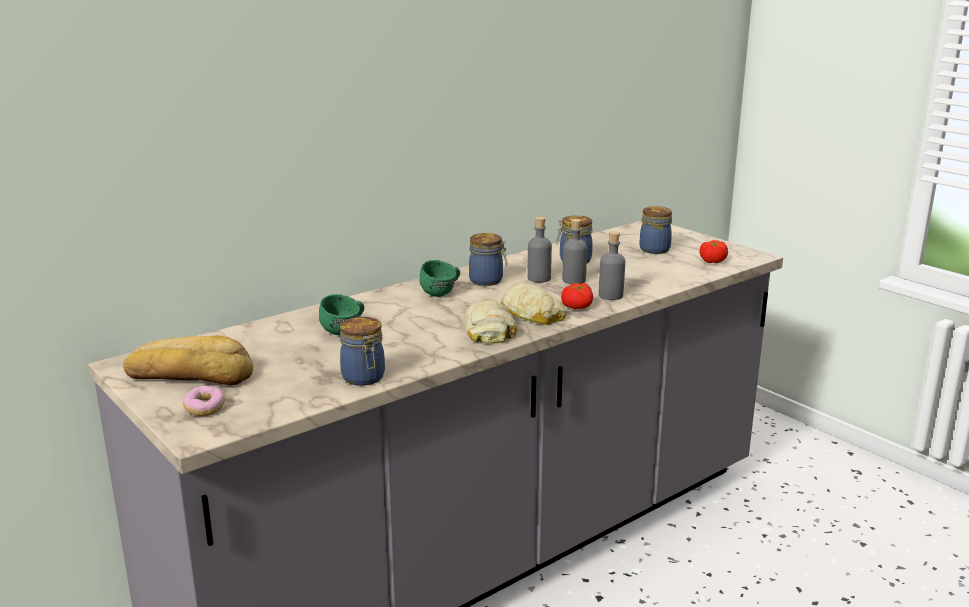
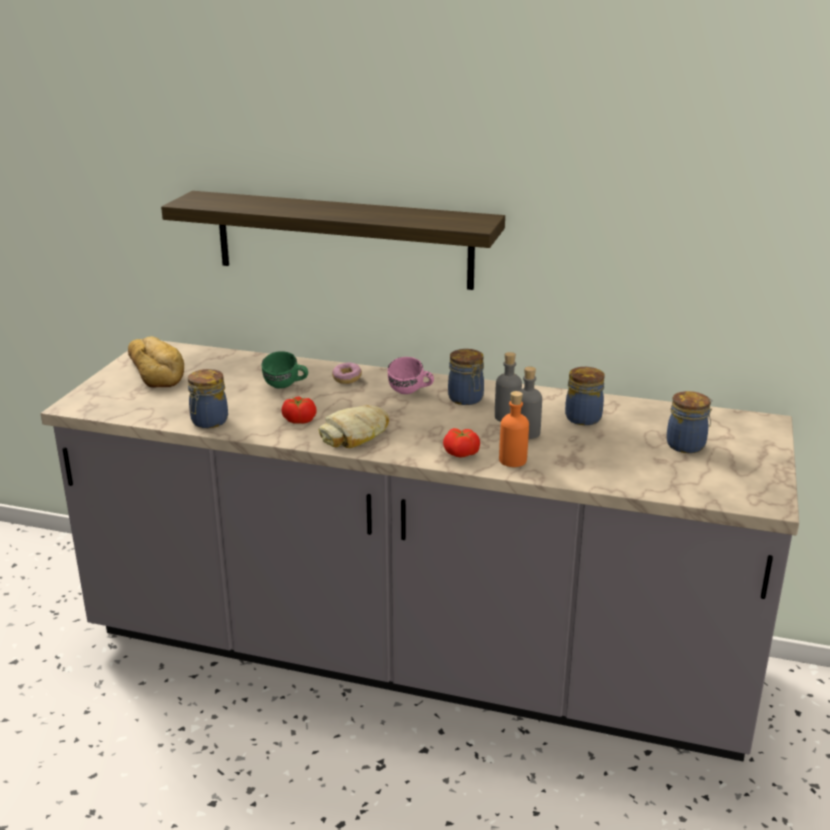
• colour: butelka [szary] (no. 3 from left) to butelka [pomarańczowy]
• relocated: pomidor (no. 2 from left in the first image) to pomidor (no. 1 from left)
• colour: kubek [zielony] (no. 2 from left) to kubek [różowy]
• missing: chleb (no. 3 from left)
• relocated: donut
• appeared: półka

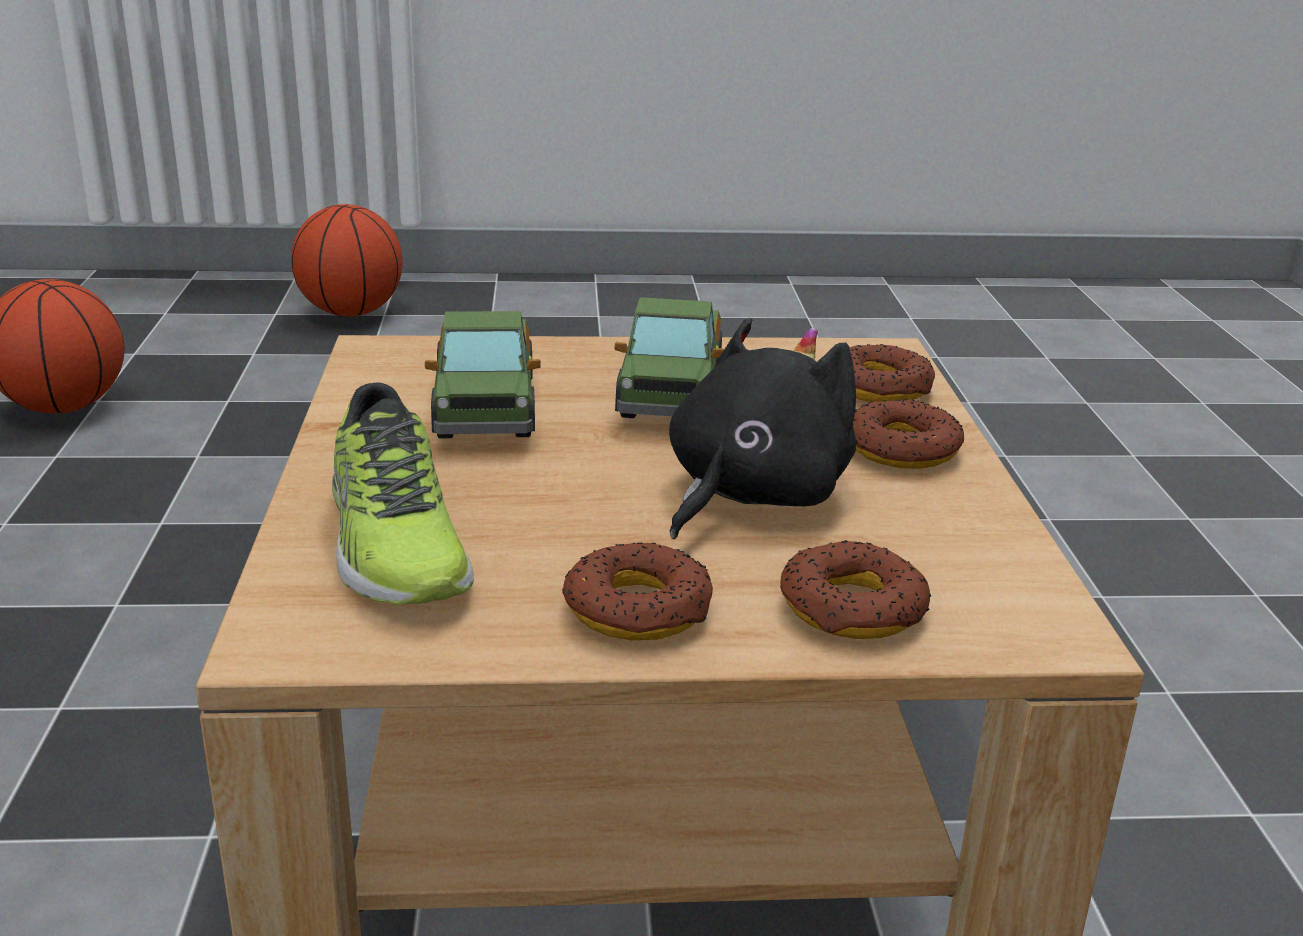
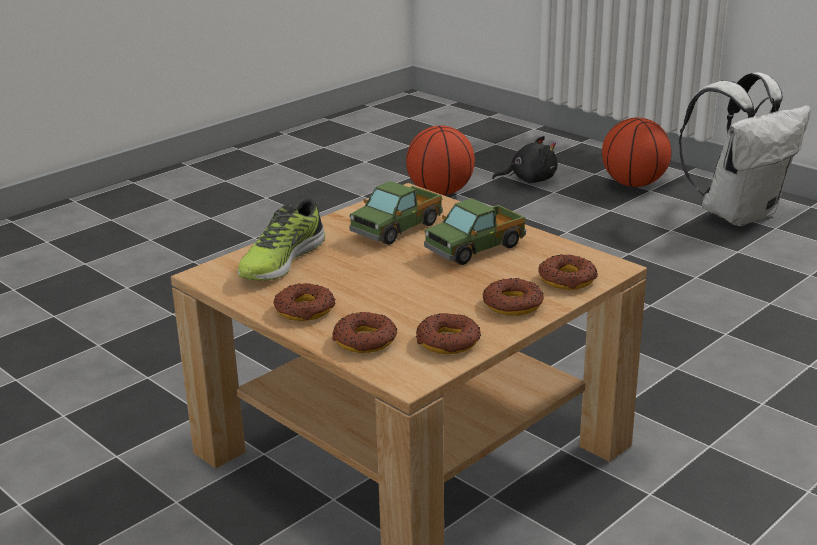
• relocated: pluszak [czarny]
• appeared: plecak [biały]
• appeared: donut (no. 3 from left)

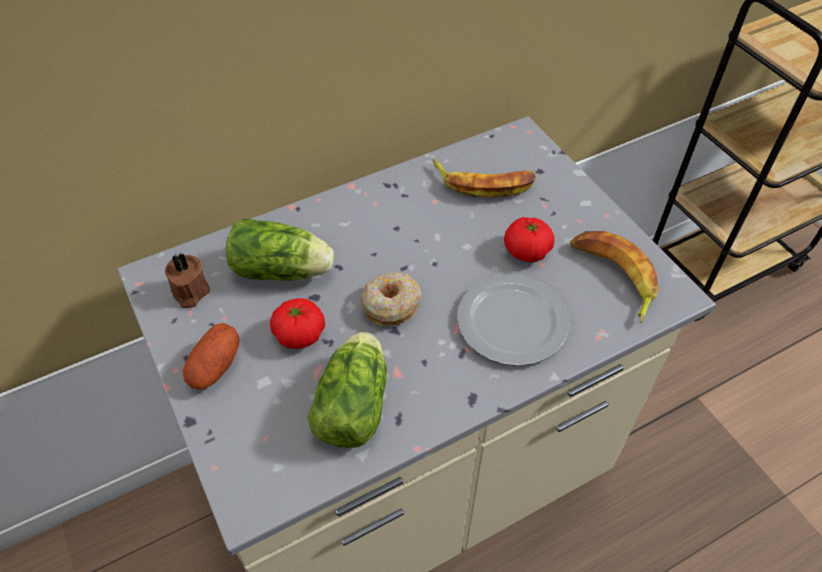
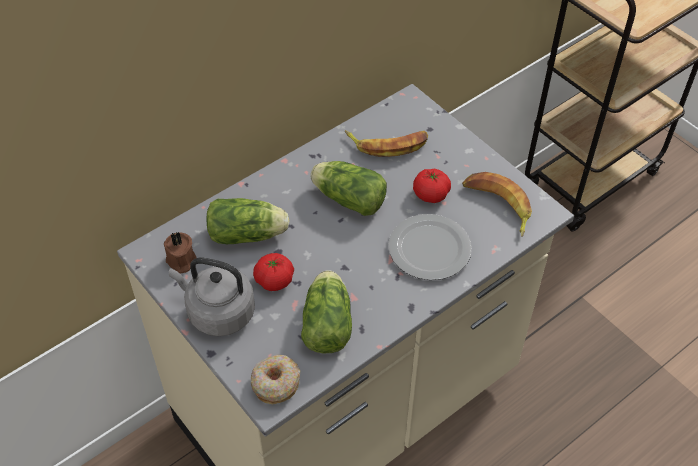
• relocated: donut
• exchanged: ziemniak to czajnik [szary]
• appeared: sałata (no. 3 from left)

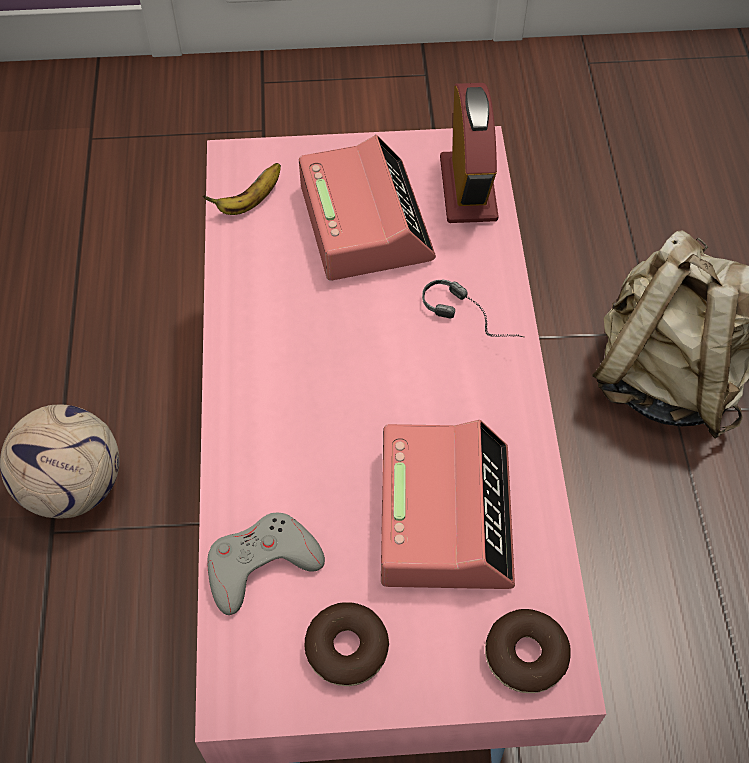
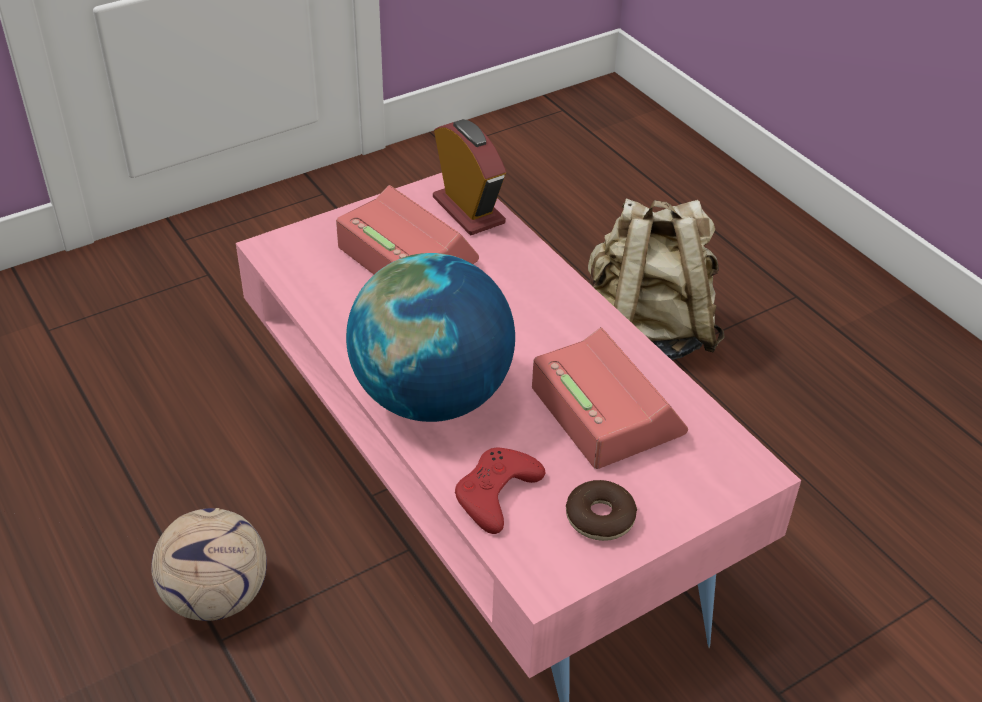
• missing: banan
• missing: słuchawki
• colour: pad do gier [szary] to pad do gier [czerwony]
• missing: donut (no. 2 from left)
• appeared: globus

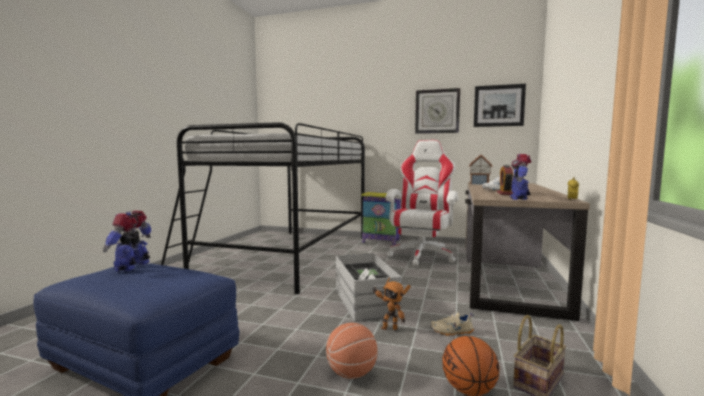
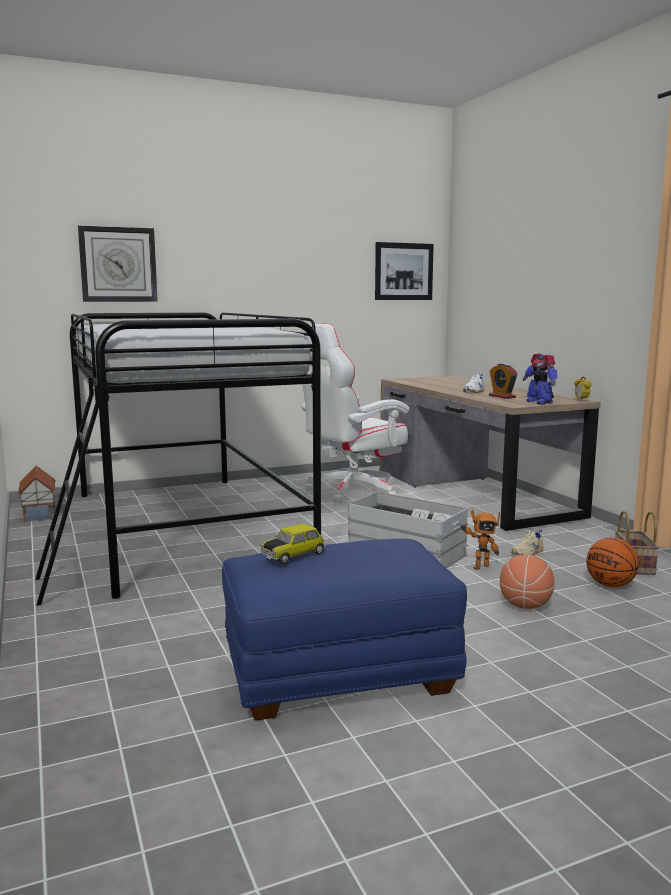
• relocated: zegar ścienny
• spun: krzesło biurowe [biały] 105 degrees counterclockwise
• relocated: domek
• missing: szafka nocna
• exchanged: robot zabawkowy (no. 1 from left) to samochodzik

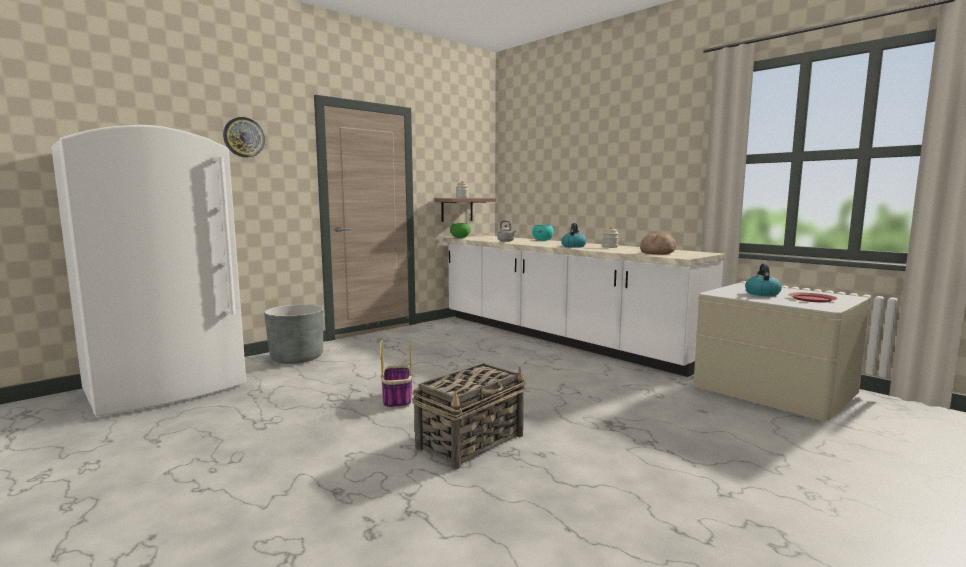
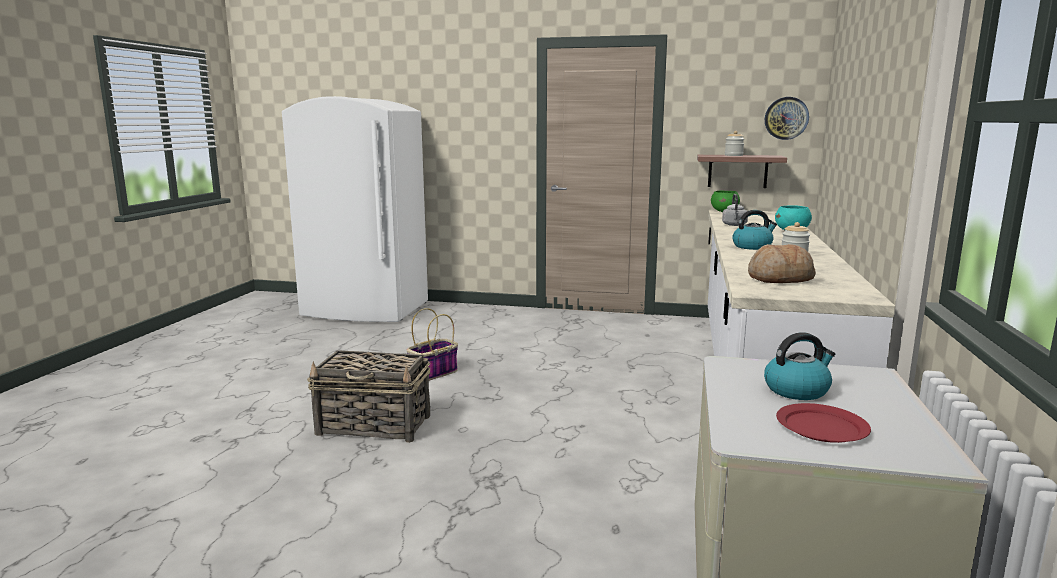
• relocated: zegar ścienny
• missing: donica [szary]

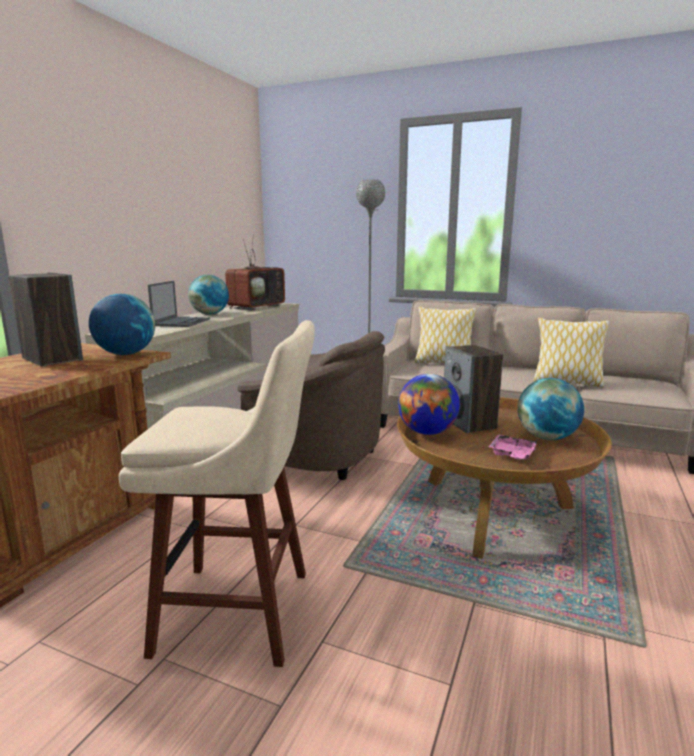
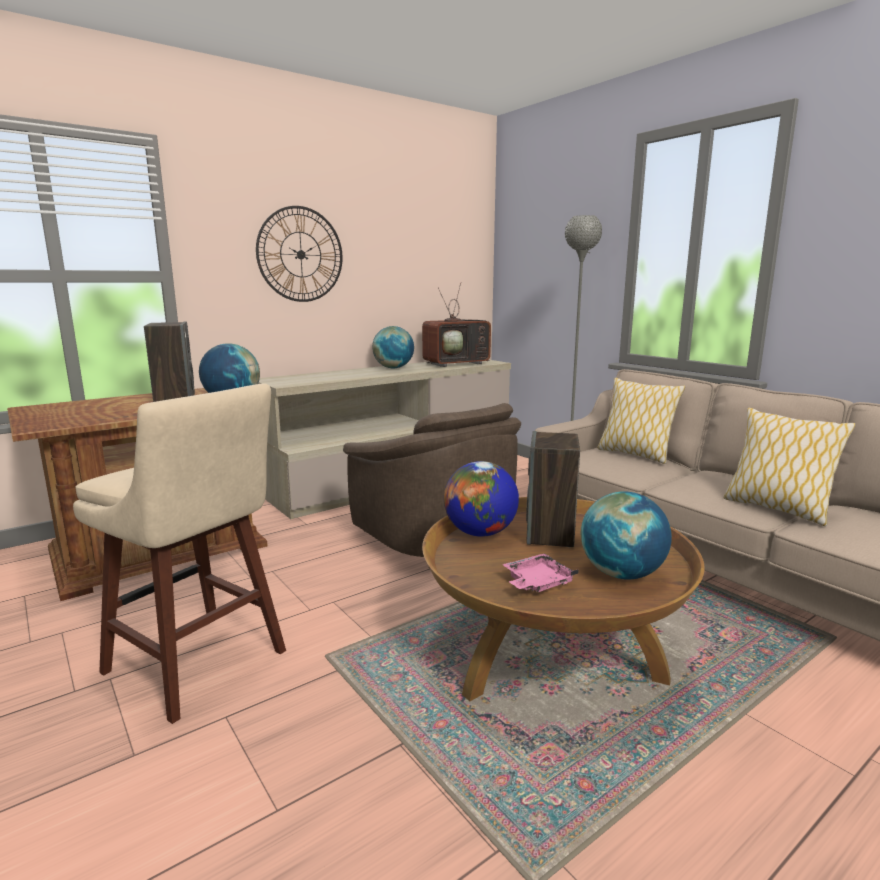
• missing: laptop
• appeared: zegar ścienny

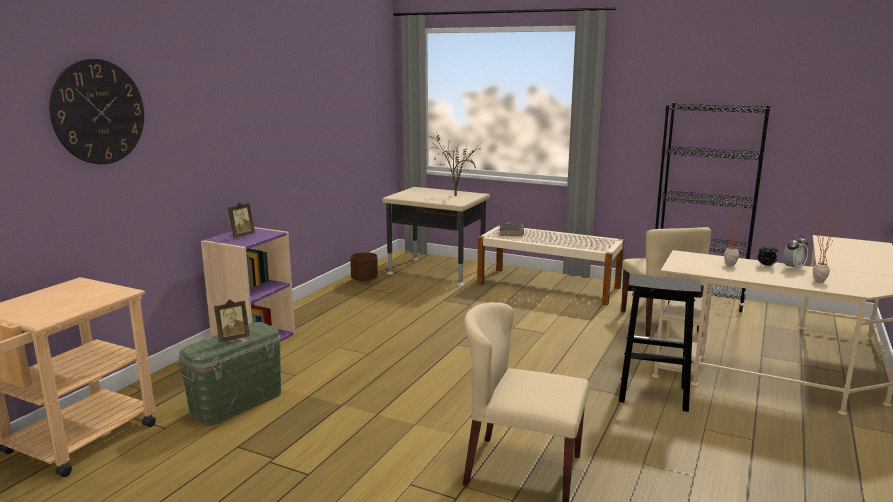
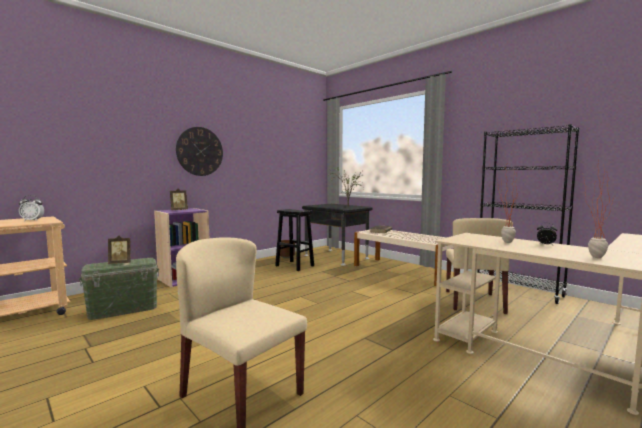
• relocated: zegar ścienny
• colour: biurko [beżowy] (no. 1 from left) to biurko [czarny]
• relocated: budzik (no. 2 from left in the first image) to budzik (no. 1 from left)
• relocated: stołek [czarny]

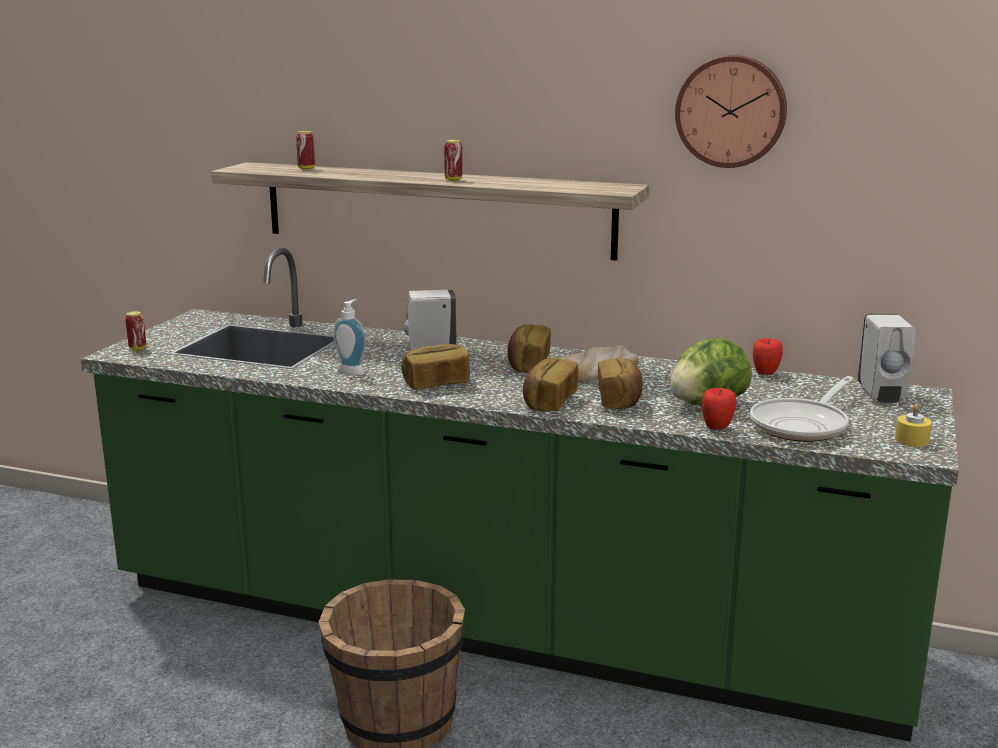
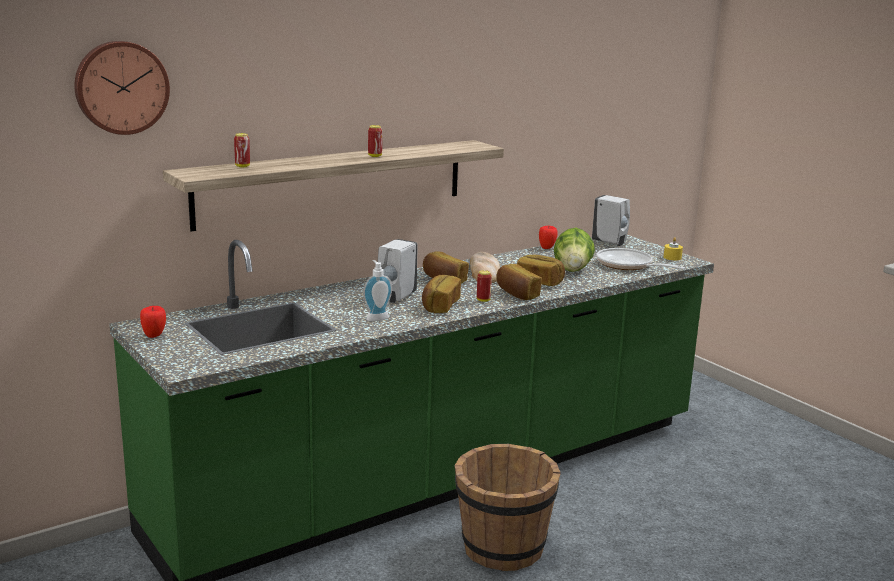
• relocated: zegar ścienny
• relocated: puszka (no. 1 from left in the first image) to puszka (no. 3 from left)
• spun: patelnia 150 degrees clockwise
• relocated: jabłko (no. 1 from left)

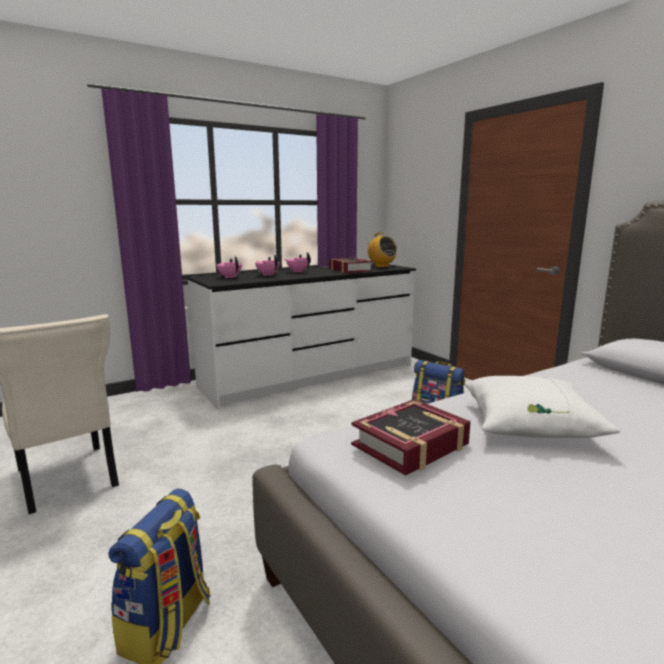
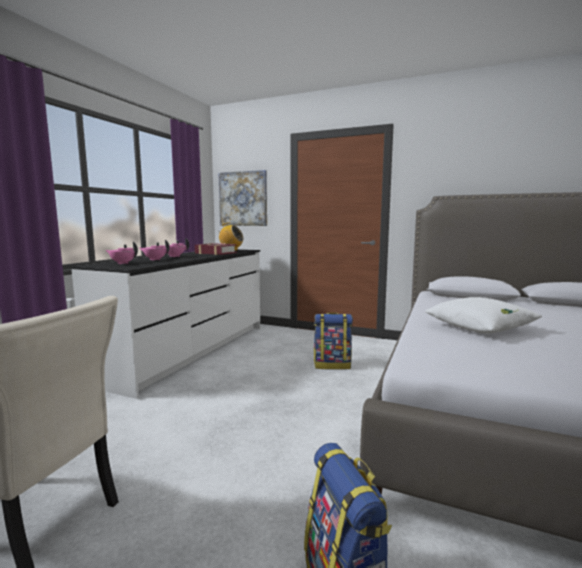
• missing: książka (no. 2 from left)
• appeared: obraz

